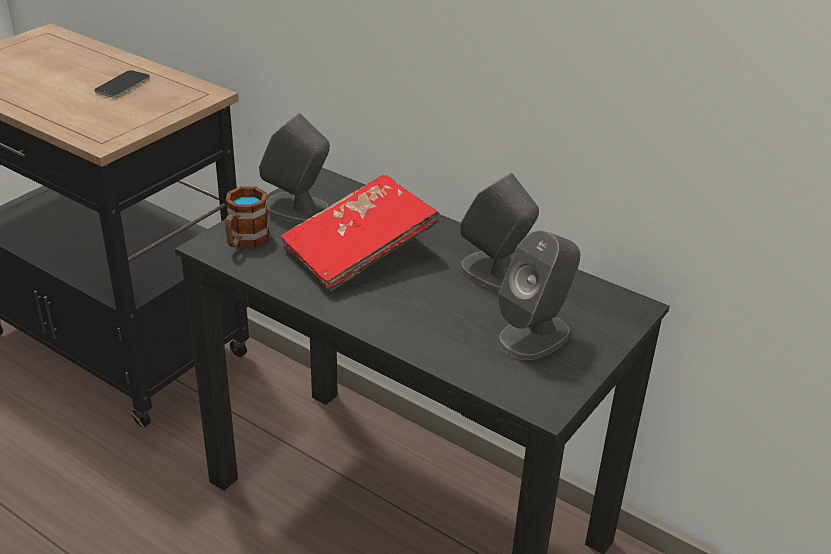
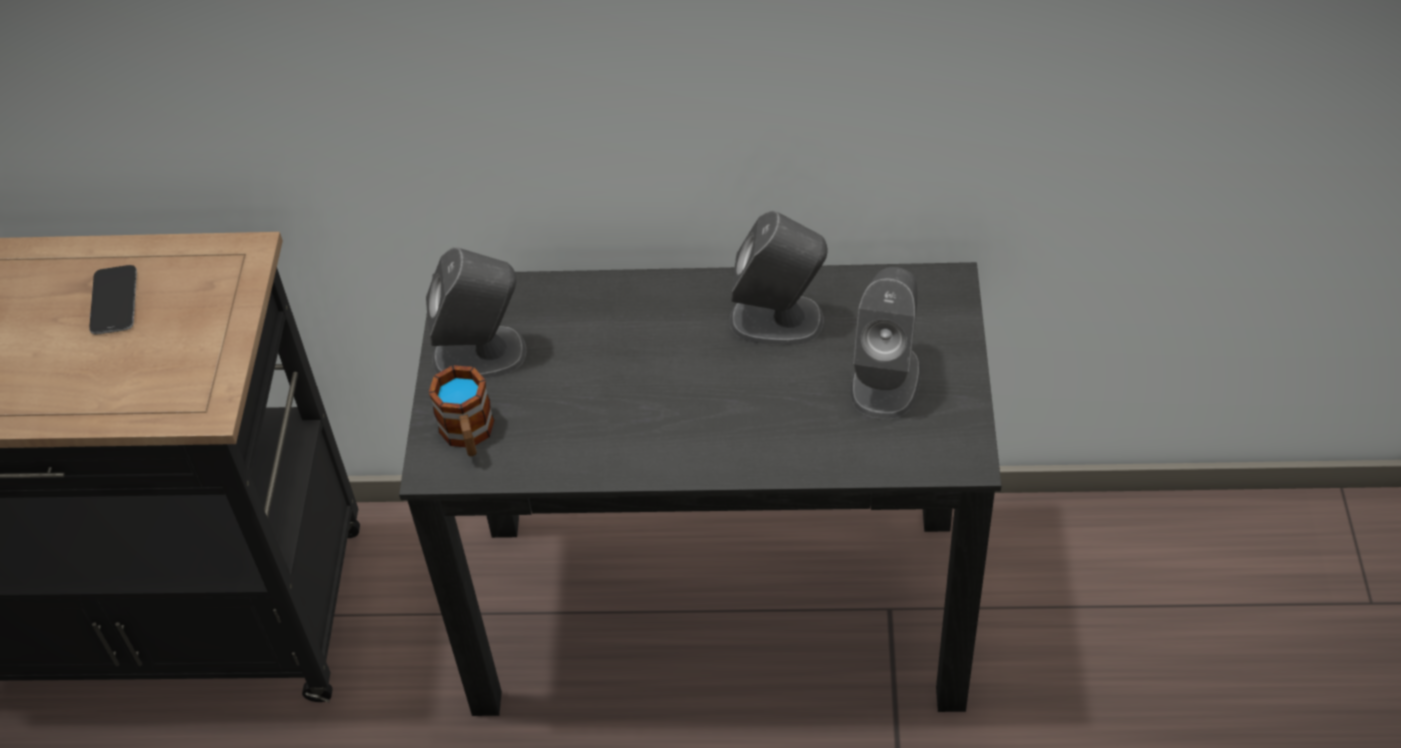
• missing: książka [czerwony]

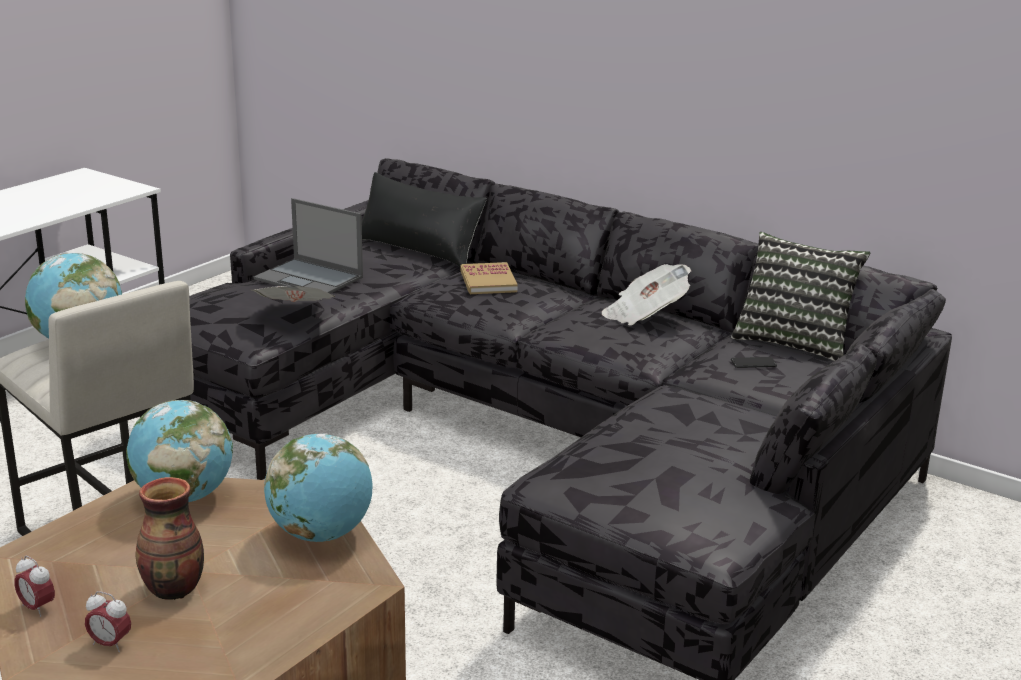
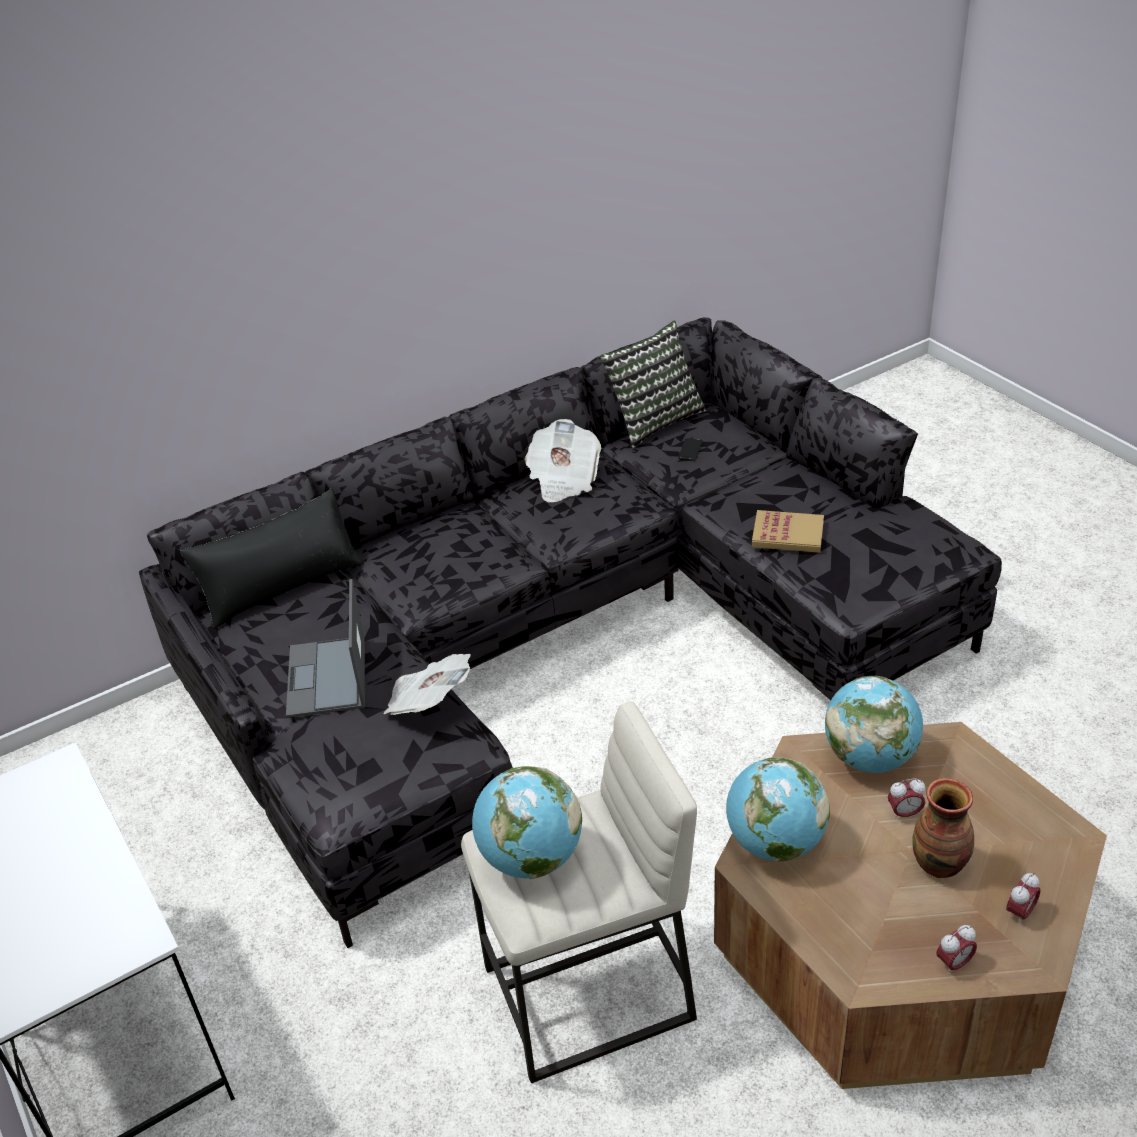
• spun: laptop 120 degrees clockwise
• relocated: książka
• appeared: budzik (no. 1 from left)

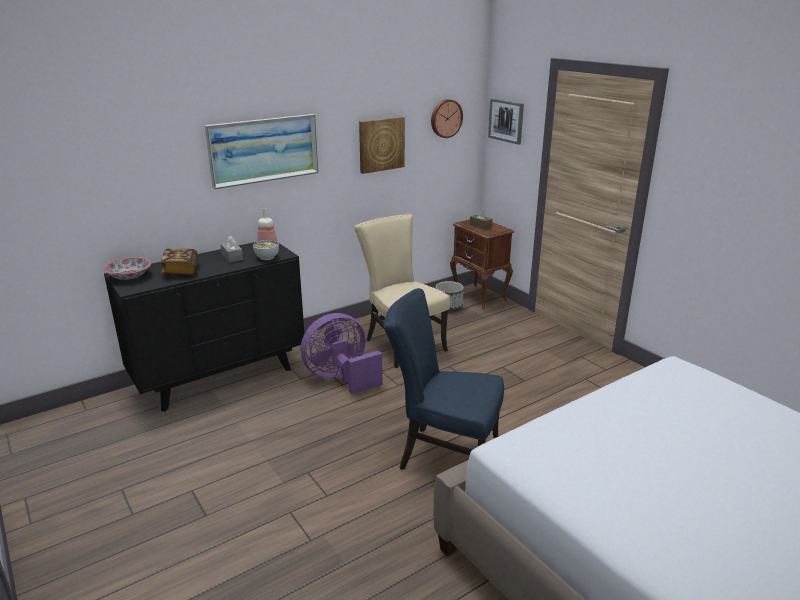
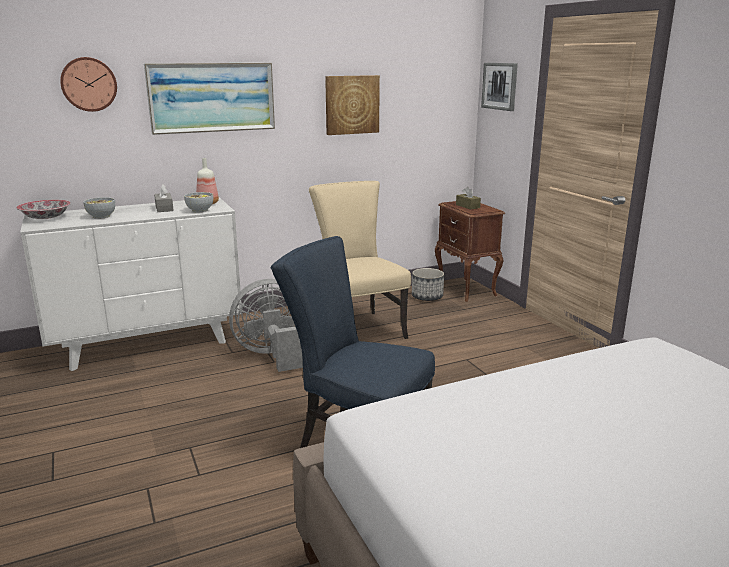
• relocated: zegar ścienny
• colour: komoda [czarny] to komoda [biały]
• exchanged: książka to miska (no. 2 from left)
• colour: wentylator [fioletowy] to wentylator [szary]

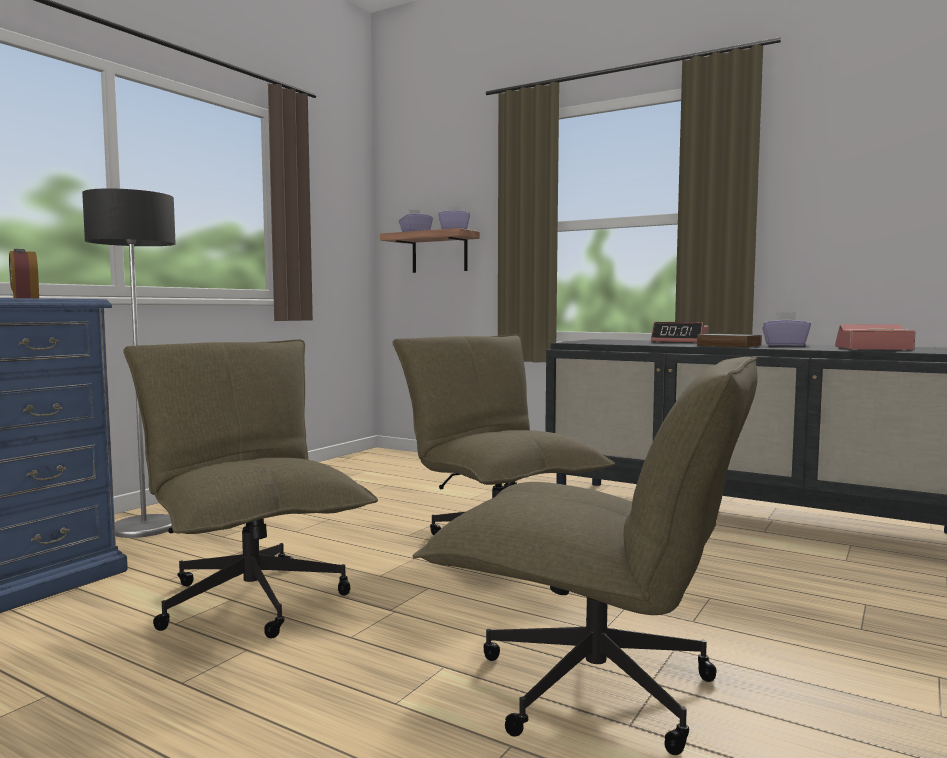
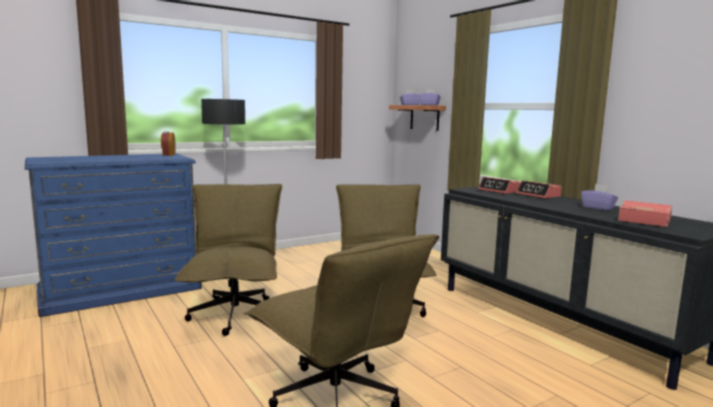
• missing: książka
• appeared: budzik (no. 2 from left)

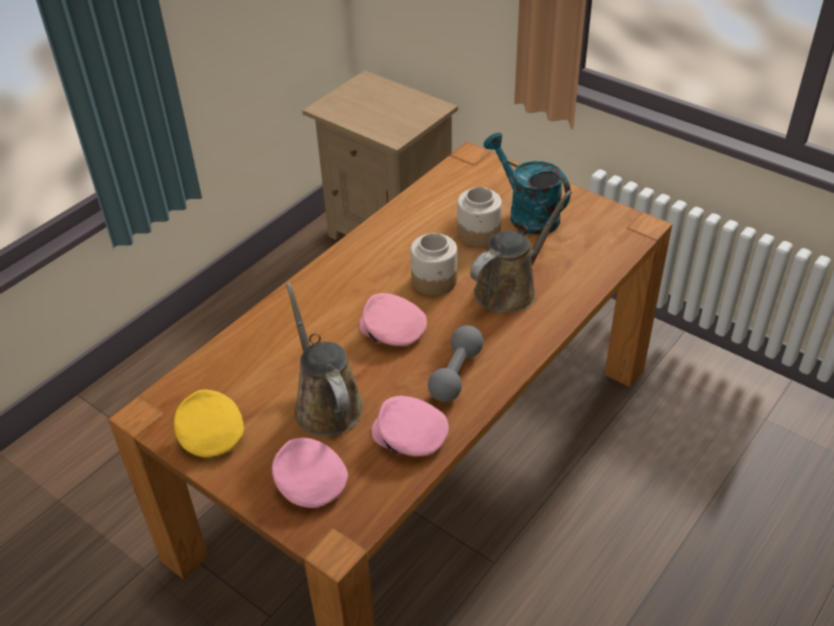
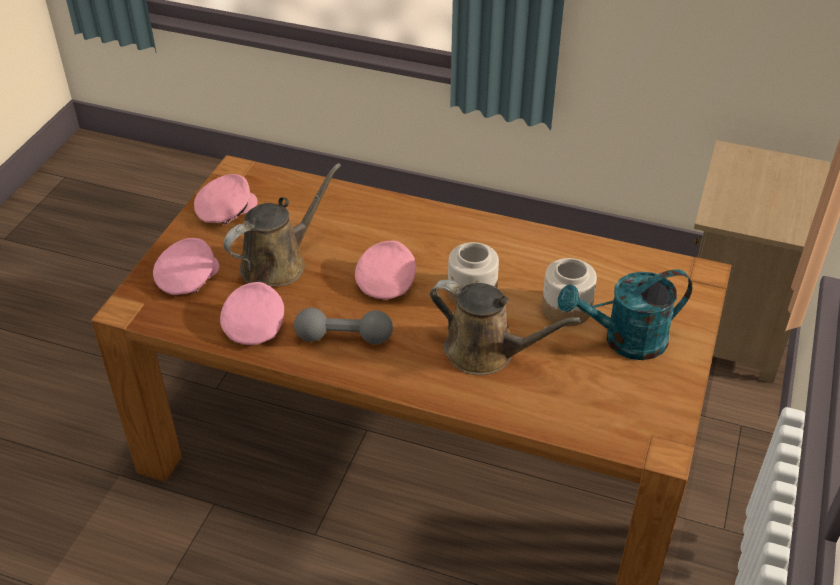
• spun: konewka [turkusowy] 135 degrees counterclockwise
• colour: czapka z daszkiem [żółty] to czapka z daszkiem [różowy] (no. 2 from left)

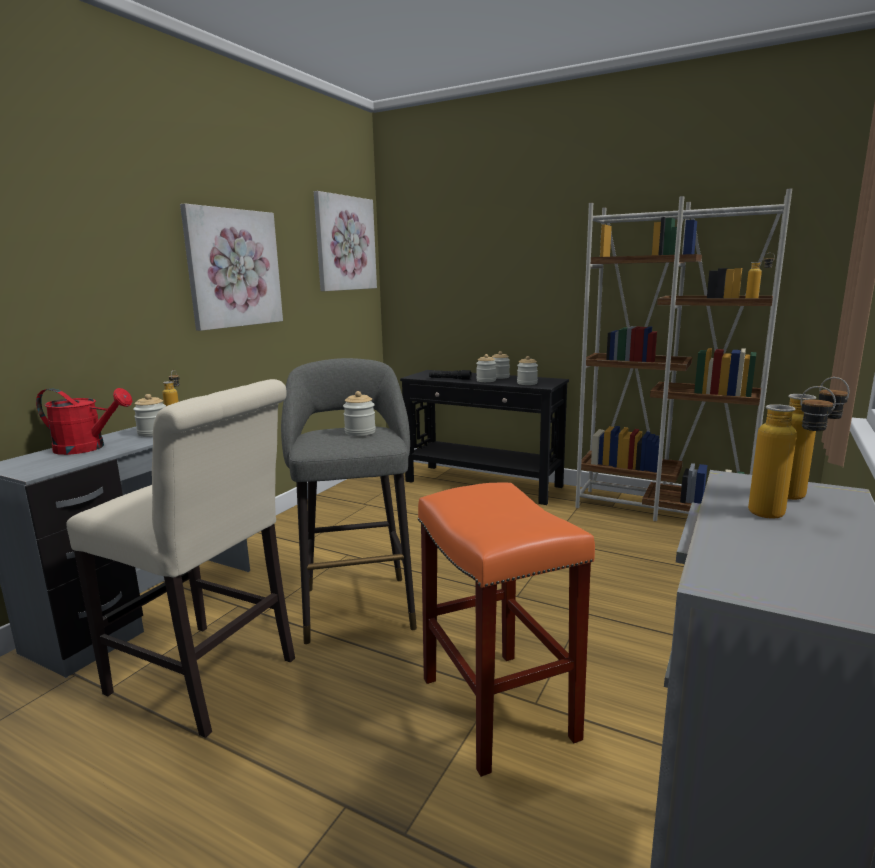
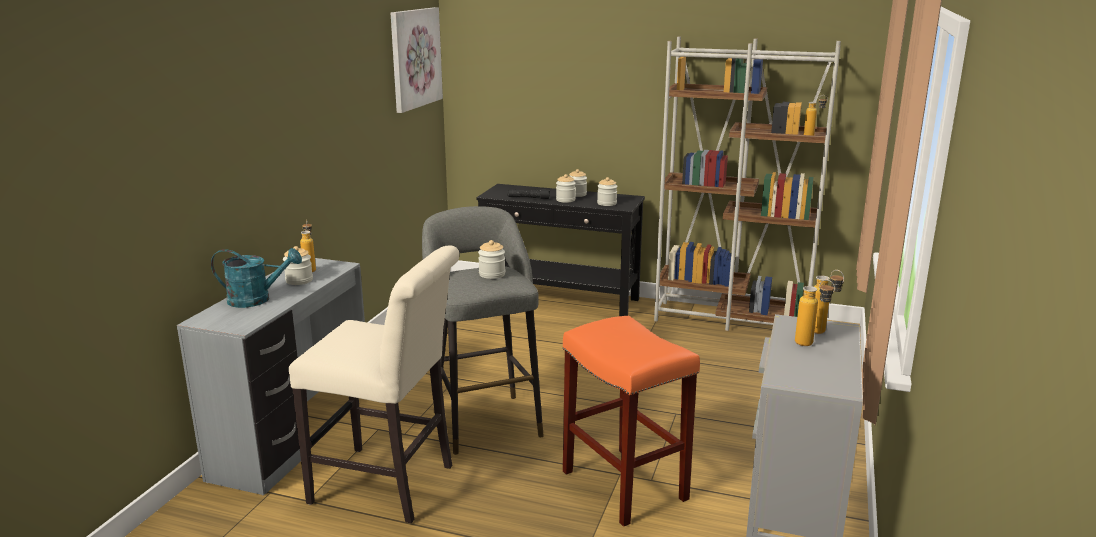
• missing: obraz (no. 1 from left)
• colour: konewka [czerwony] to konewka [turkusowy]

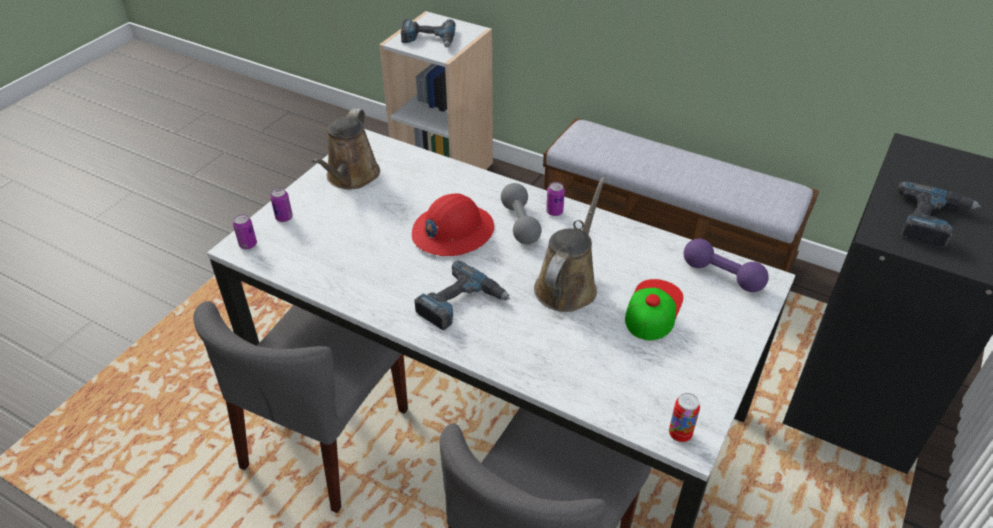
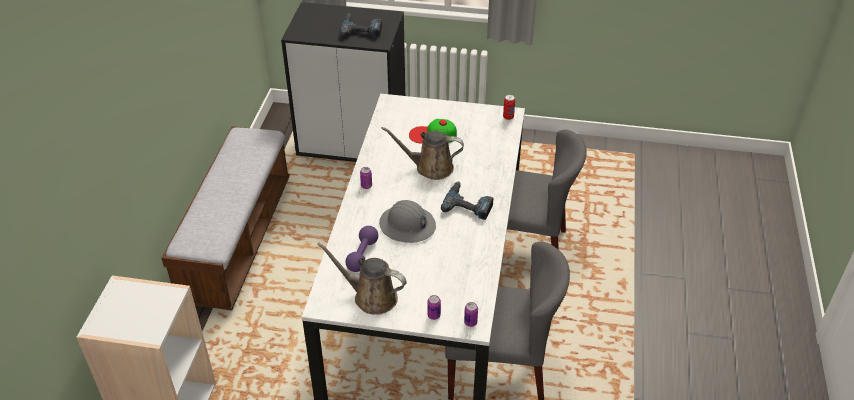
• missing: wiertarka (no. 1 from left)
• spun: konewka [brązowy] (no. 1 from left) 150 degrees counterclockwise
• missing: hantel [szary]
• colour: kask [czerwony] to kask [szary]
• relocated: hantel [fioletowy]

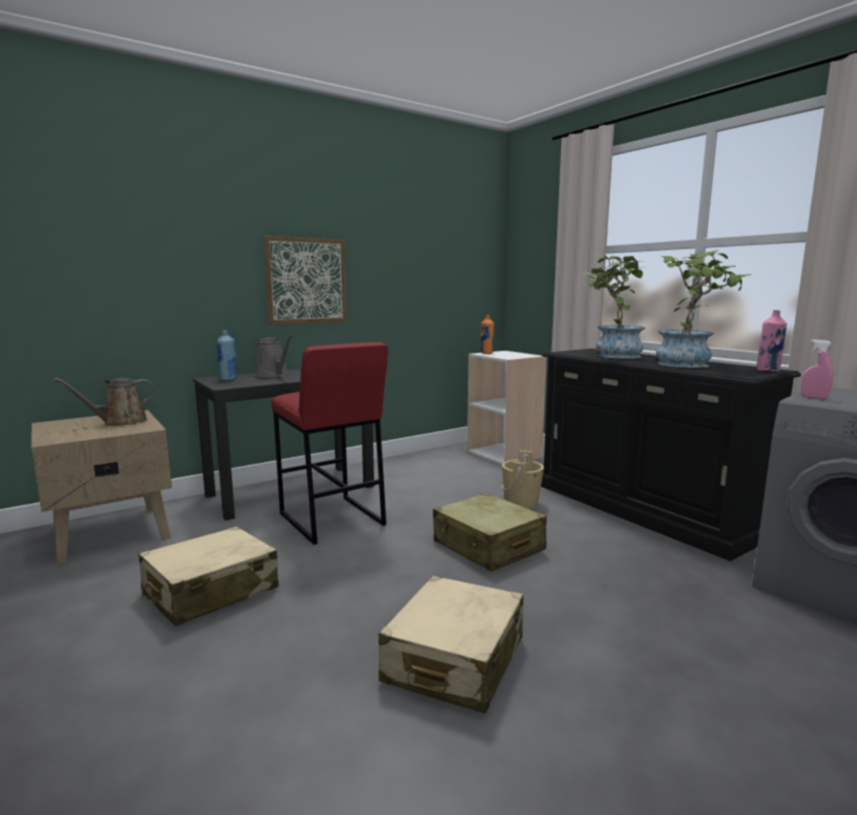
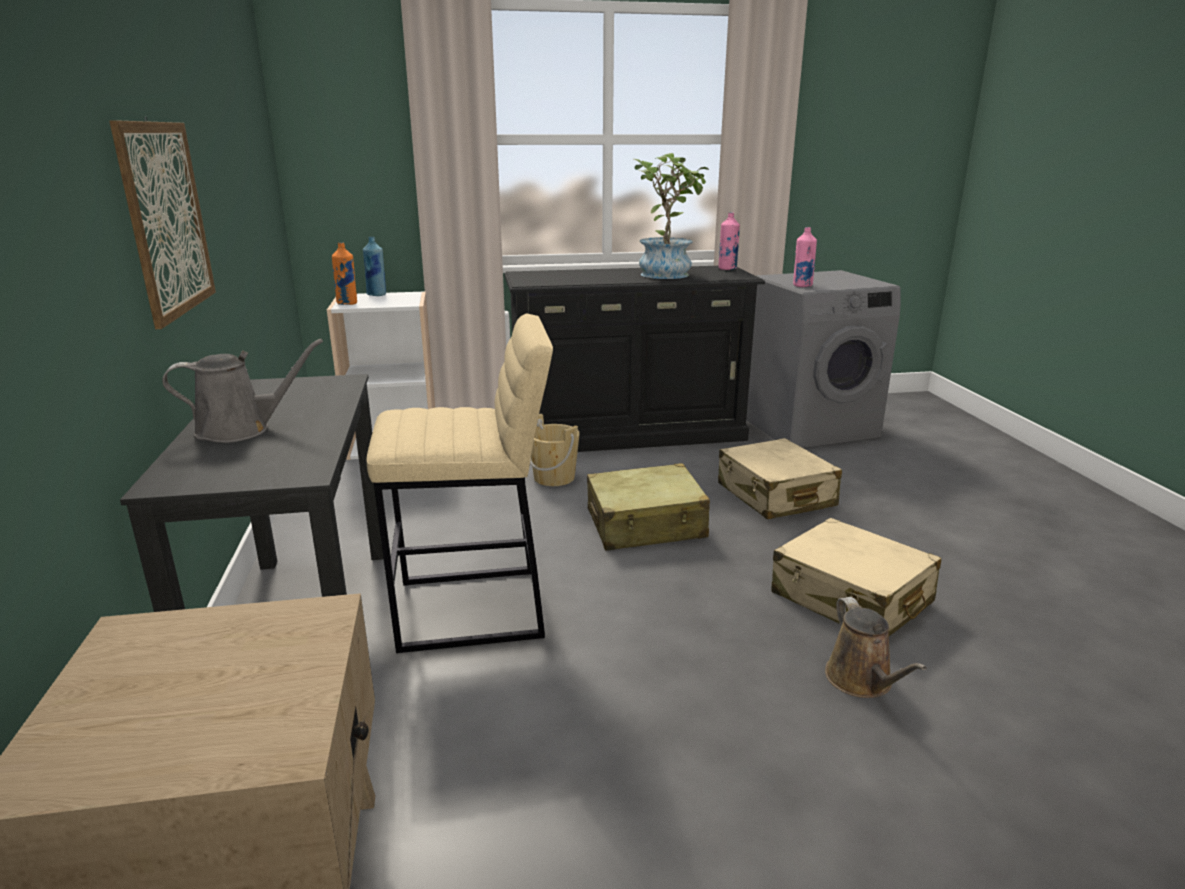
• missing: roślina doniczkowa (no. 1 from left)
• relocated: butelka [niebieski]
• exchanged: spryskiwacz [różowy] to butelka [różowy] (no. 2 from left)
• colour: stołek [czerwony] to stołek [beżowy]
• relocated: konewka [brązowy]
• relocated: walizka [beżowy] (no. 1 from left in the first image) to walizka [beżowy] (no. 2 from left)

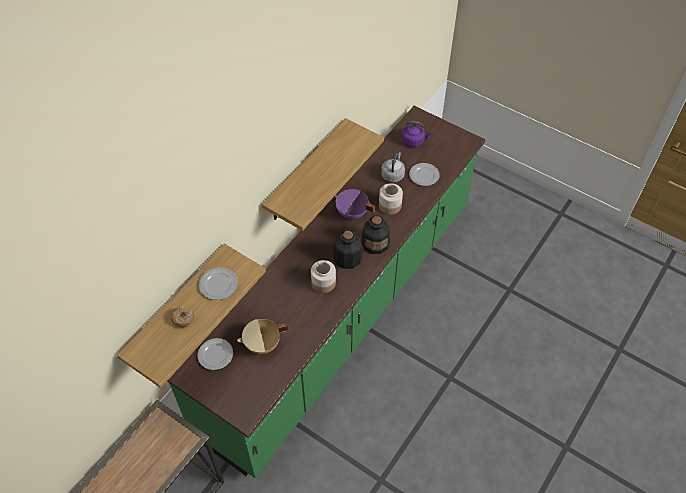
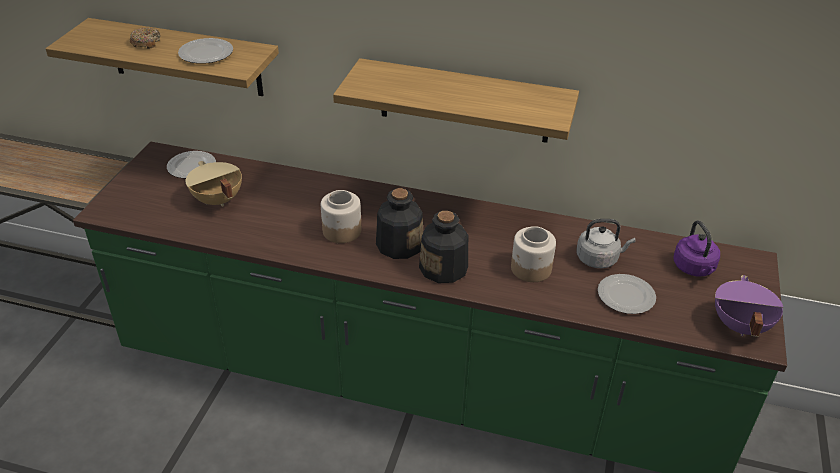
• relocated: garnek [fioletowy]

